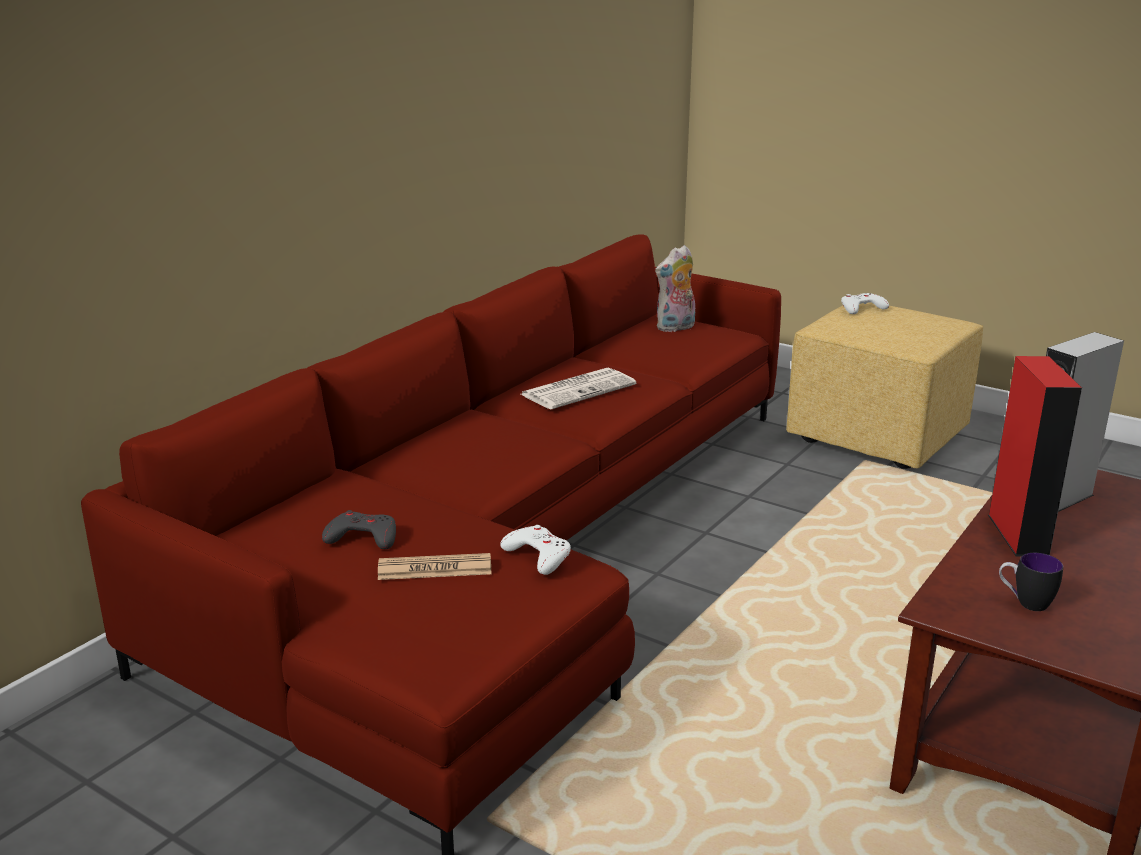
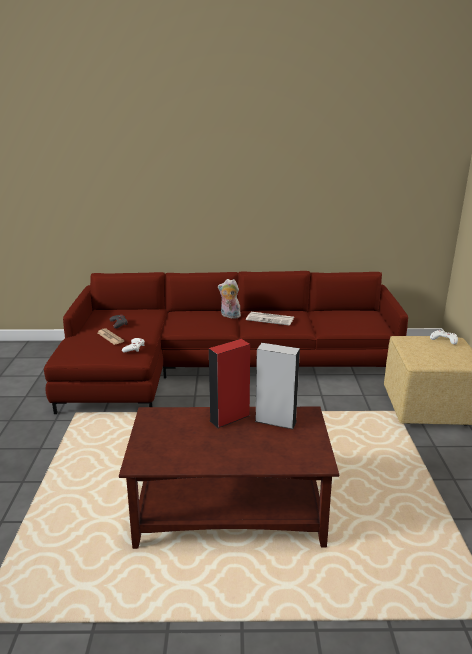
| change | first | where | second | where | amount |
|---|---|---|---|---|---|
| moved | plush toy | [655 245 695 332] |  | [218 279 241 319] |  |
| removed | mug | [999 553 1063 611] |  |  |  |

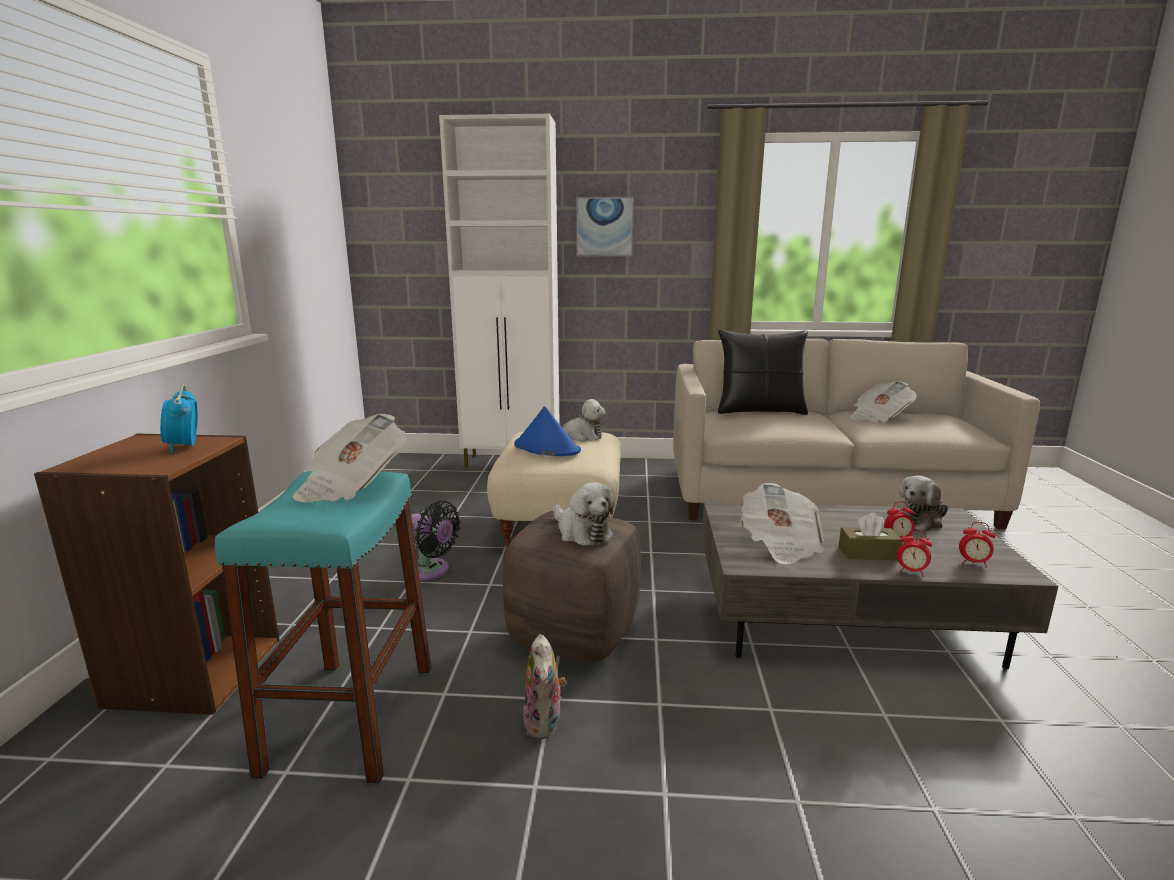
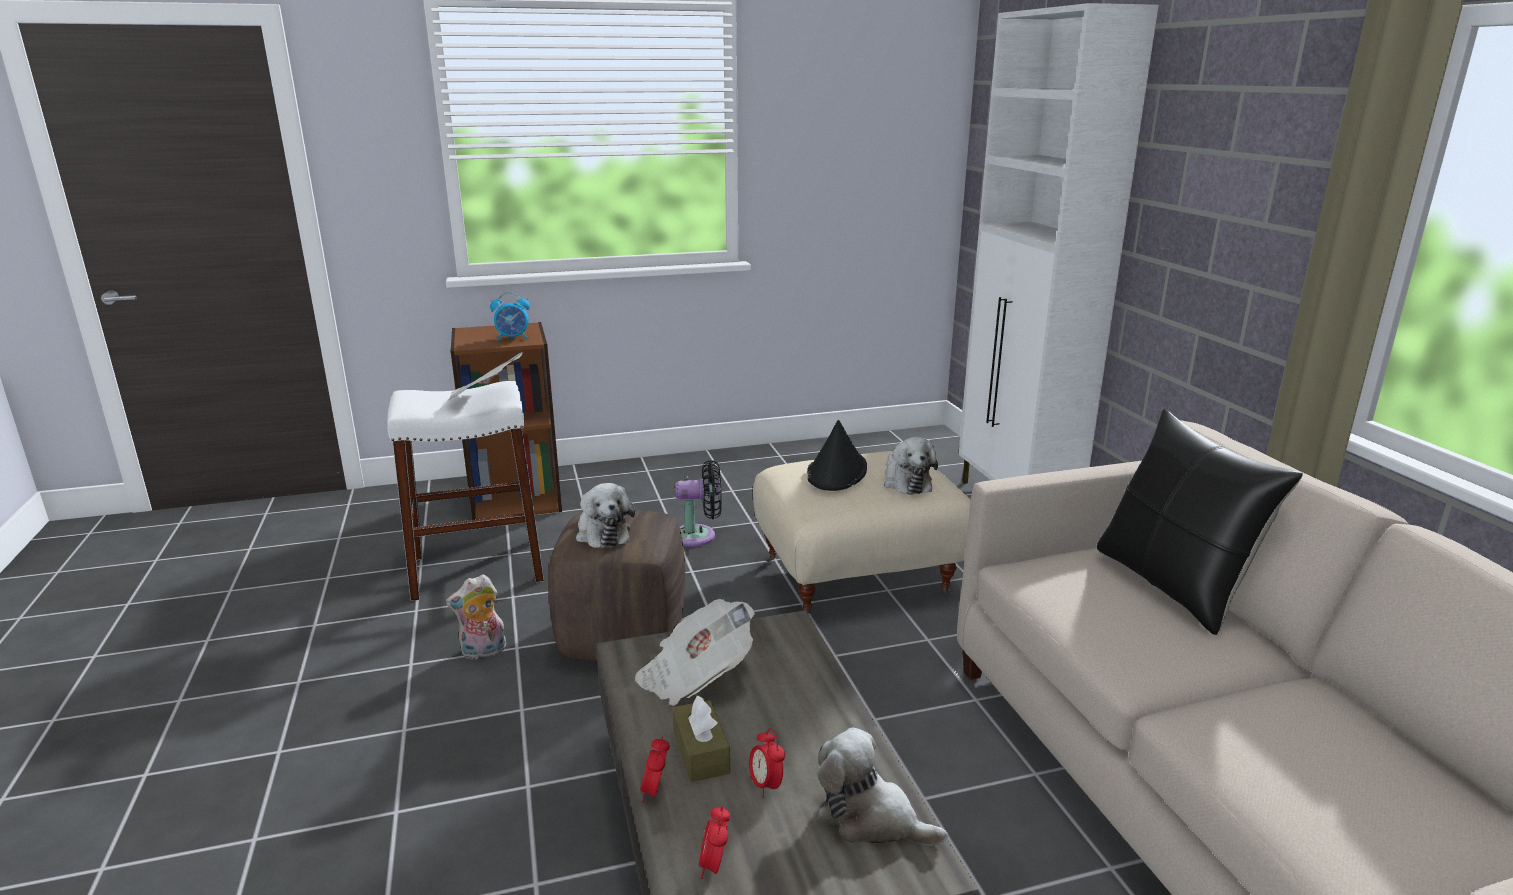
| change | first | where | second | where | amount |
|---|---|---|---|---|---|
| removed | picture | [576 197 634 257] |  |  |  |
| removed | newspaper | [850 381 917 422] |  |  |  |
| turned | alarm clock | [160 385 198 453] |  | [490 292 530 341] | 150 degrees counterclockwise |
| recoloured | blue hat | [514 406 581 456] | black hat | [807 420 867 491] |  |
| recoloured | turquoise stool | [215 471 431 784] | white stool | [387 381 544 601] |  |
| turned | plush toy | [554 482 615 546] |  | [576 483 635 549] | 60 degrees counterclockwise |
| turned | black fan | [411 501 461 581] |  | [675 460 722 547] | 105 degrees counterclockwise |

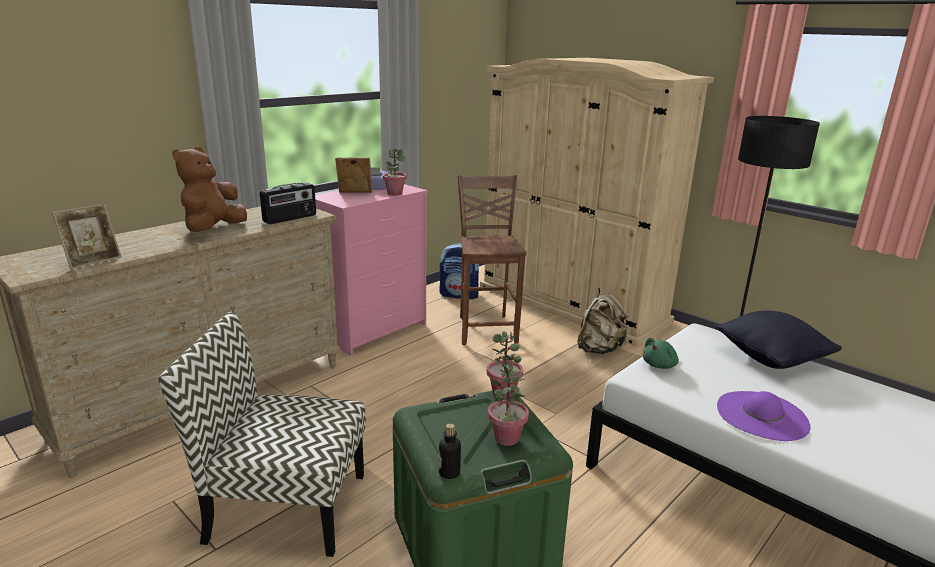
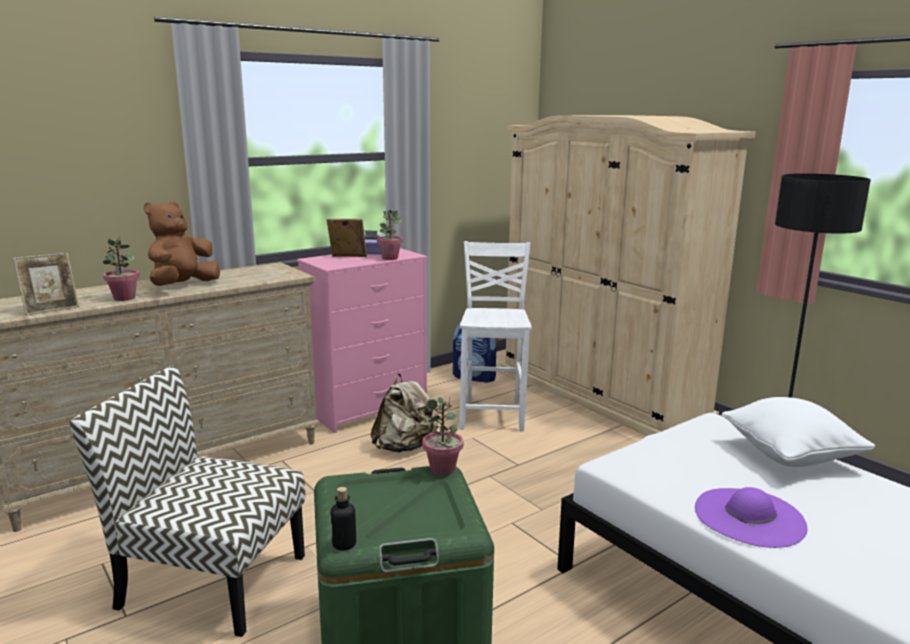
| change | first | where | second | where | amount |
|---|---|---|---|---|---|
| recoloured | brown chair | [458 175 527 345] | white chair | [459 241 532 431] |  |
| removed | radio | [260 182 316 224] |  |  |  |
| moved | beige backpack | [577 288 628 354] |  | [371 373 438 453] |  |
| recoloured | black pillow | [715 311 842 369] | white pillow | [722 397 875 467] |  |
| removed | green plush toy | [643 338 679 369] |  |  |  |
| moved | potted plant | [488 366 529 446] |  | [103 236 140 301] |  |

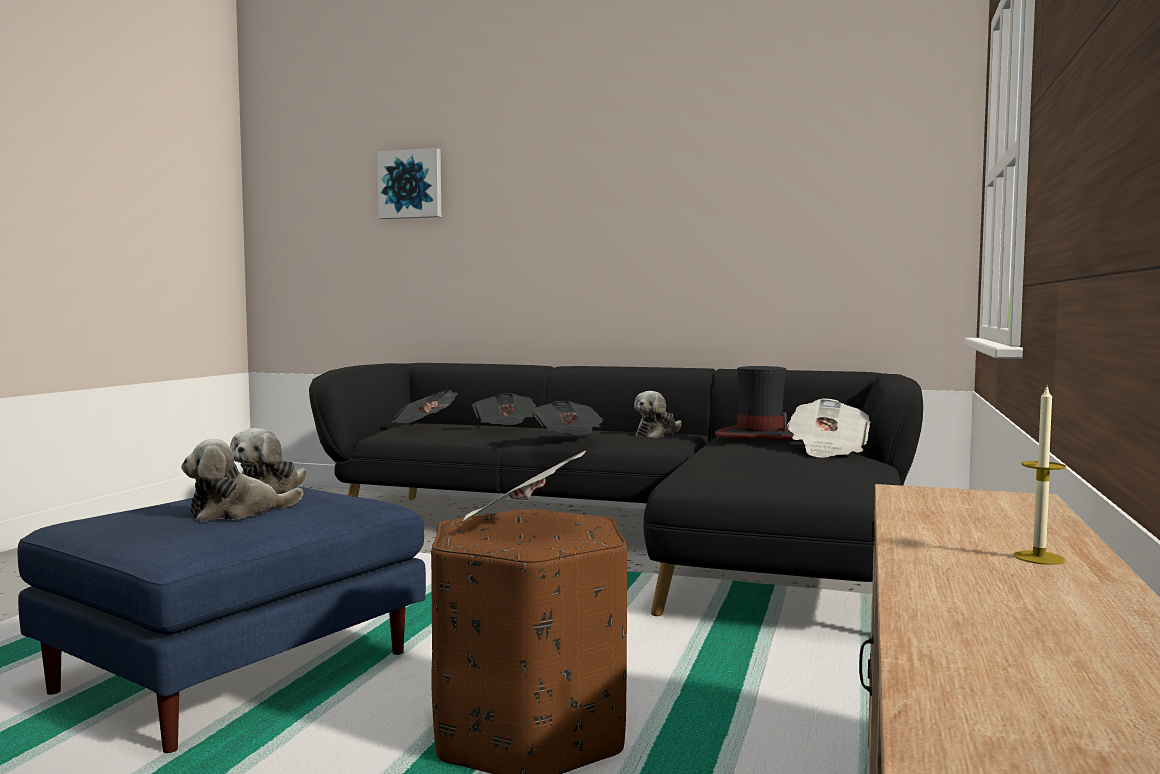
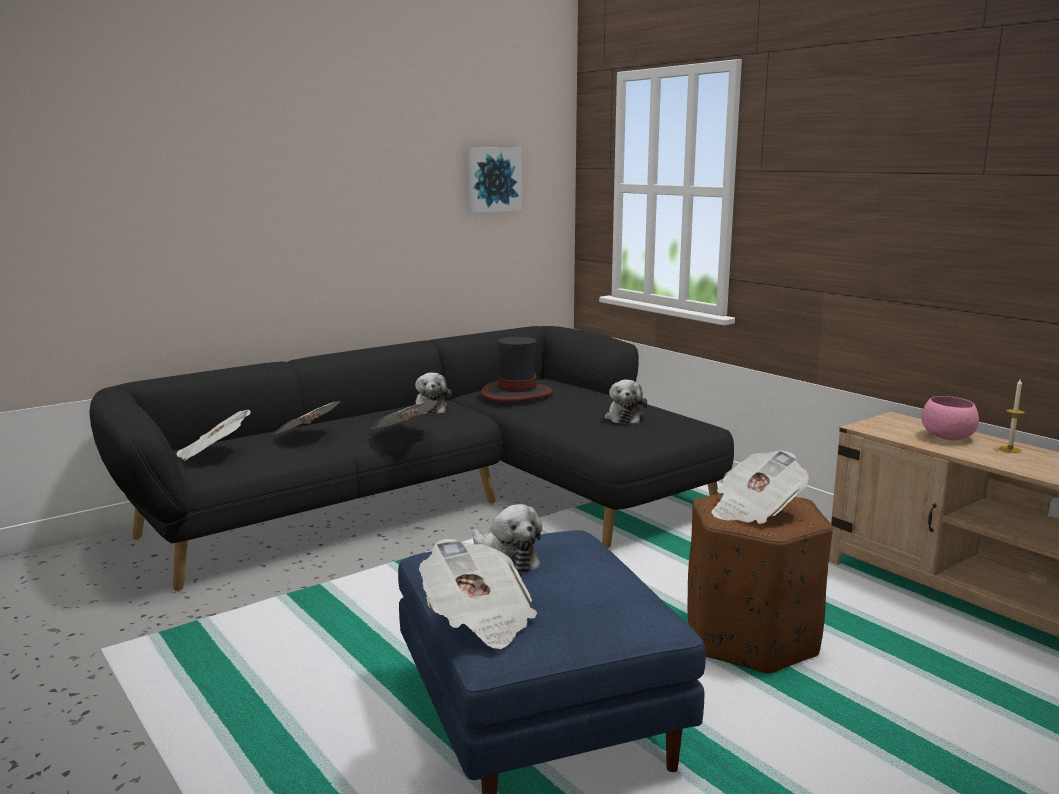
| change | first | where | second | where | amount |
|---|---|---|---|---|---|
| moved | picture | [377 148 441 219] |  | [466 147 522 213] |  |
| moved | newspaper | [787 398 871 458] |  | [419 538 537 649] |  |
| moved | plush toy | [181 439 303 522] |  | [605 380 647 424] |  |
| added |  |  | pink bowl | [922 396 979 440] |  |

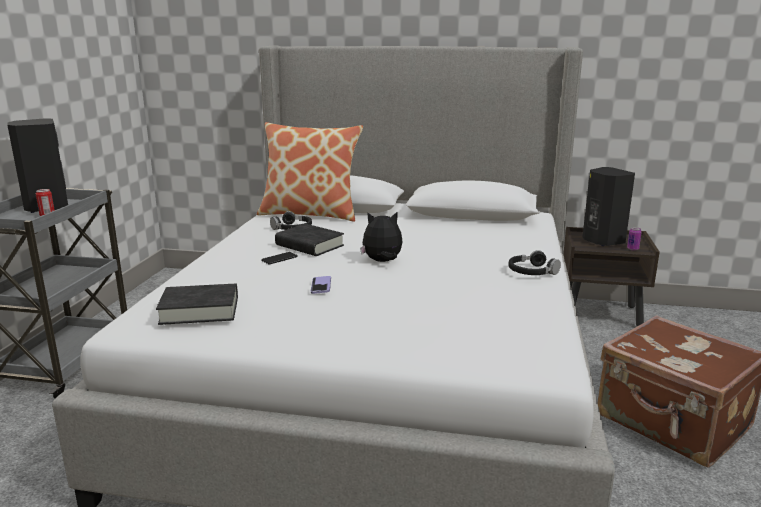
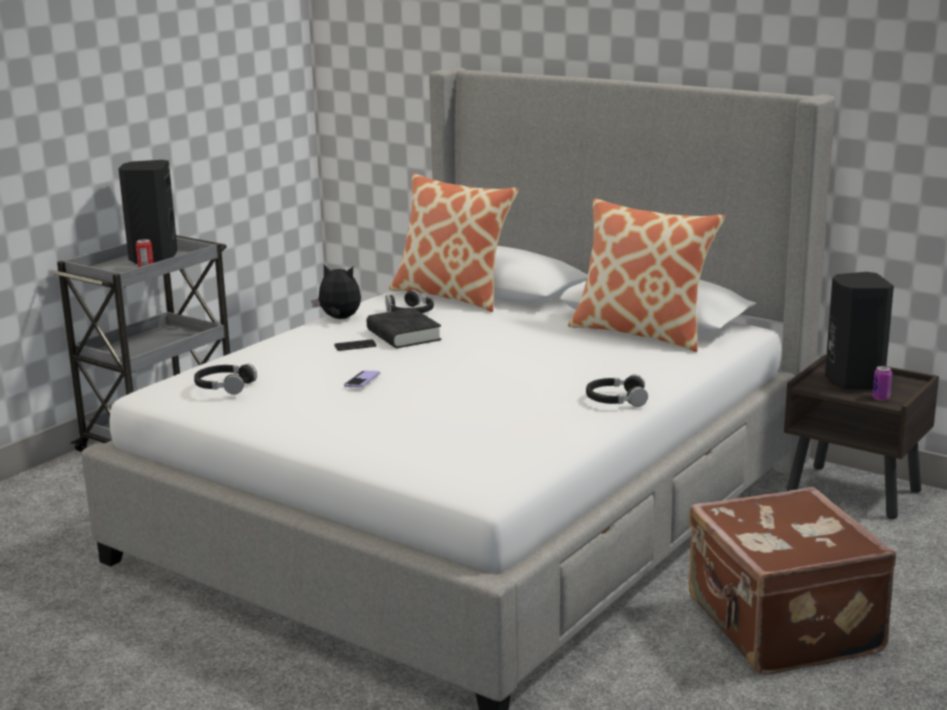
| change | first | where | second | where | amount |
|---|---|---|---|---|---|
| moved | plush toy | [360 211 403 262] |  | [311 264 361 319] |  |
| replaced | black book | [156 284 238 325] | black headphones | [194 363 257 395] |  |
| added |  |  | pillow | [568 198 725 352] |  |

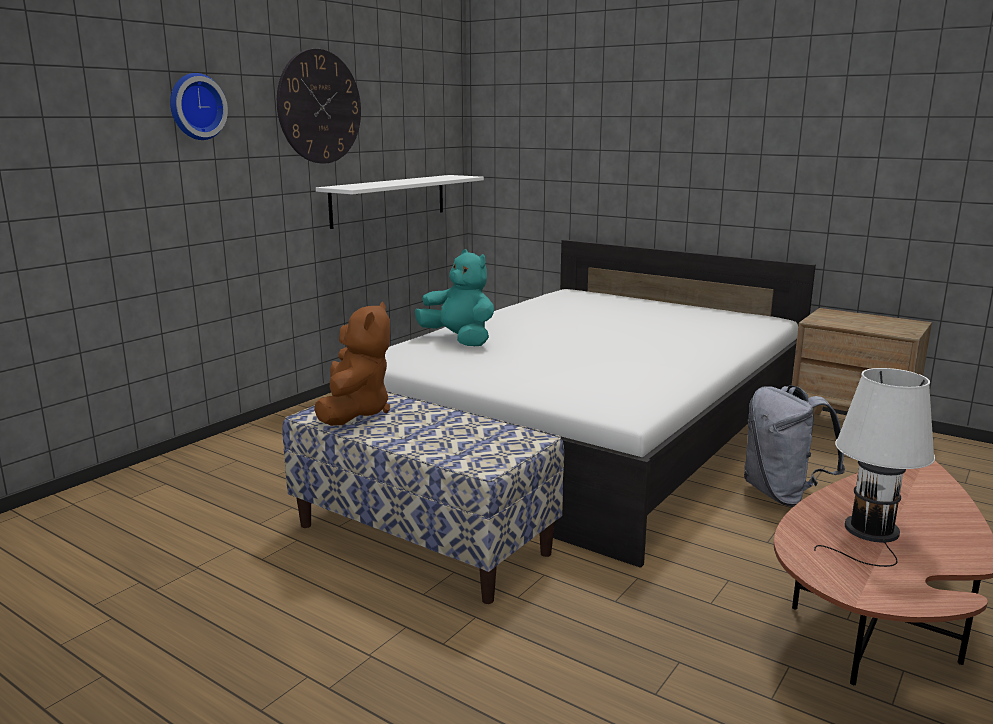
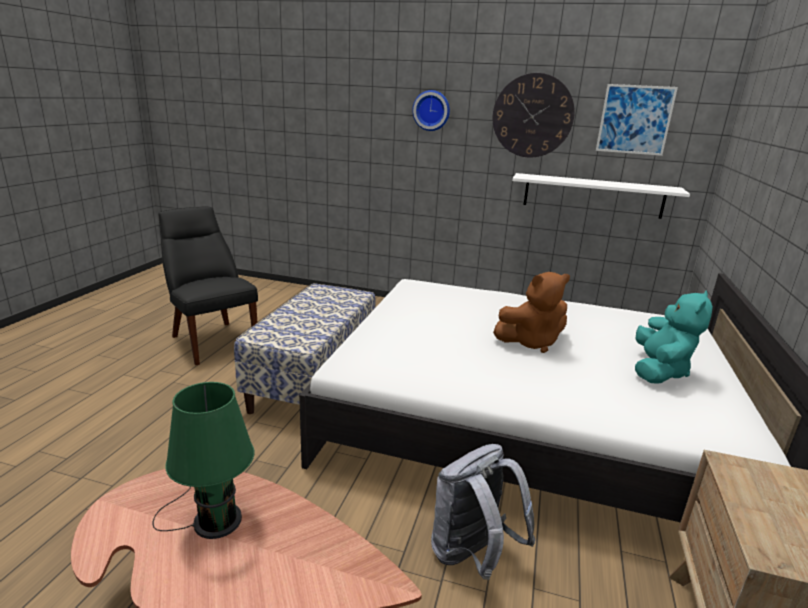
| change | first | where | second | where | amount |
|---|---|---|---|---|---|
| moved | turquoise plush toy | [415 249 494 346] |  | [635 290 713 384] |  |
| moved | brown plush toy | [314 302 390 426] |  | [493 272 570 353] |  |
| recoloured | white table lamp | [814 368 935 567] | green table lamp | [153 382 254 539] |  |
| added |  |  | picture | [596 84 678 156] |  |
| added |  |  | black chair | [158 207 258 365] |  |

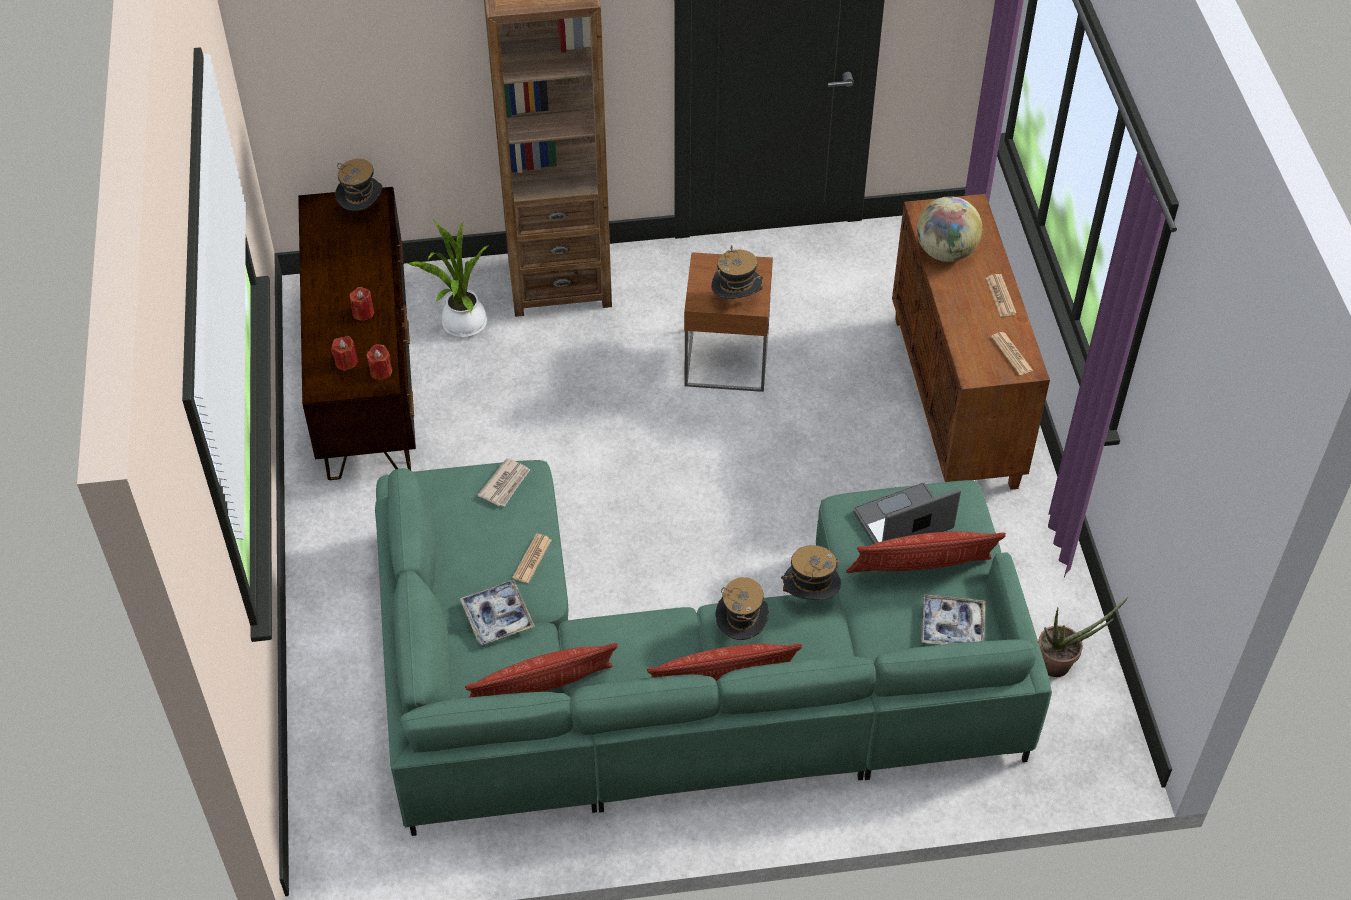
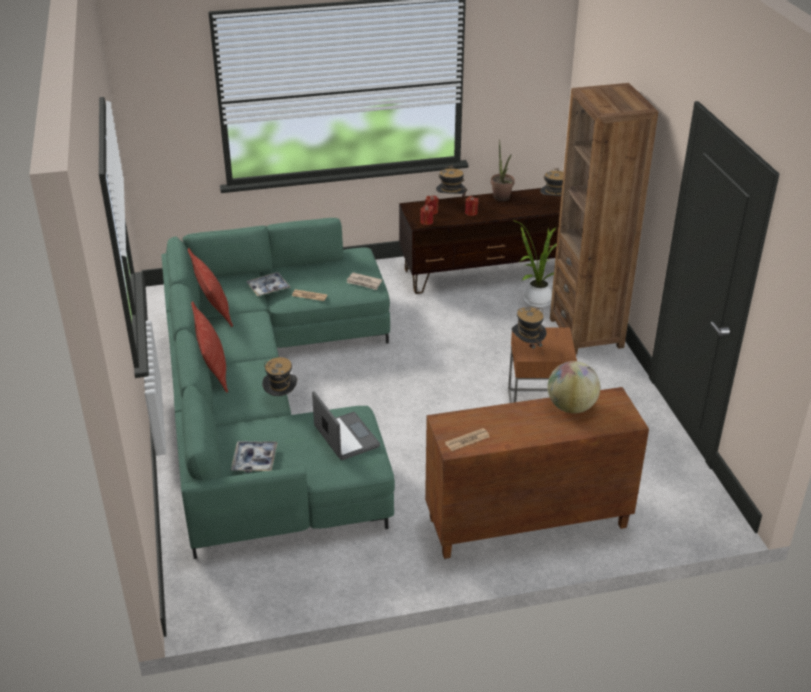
| change | first | where | second | where | amount |
|---|---|---|---|---|---|
| removed | newspaper | [986 274 1017 317] |  |  |  |
| removed | pillow | [846 532 1006 573] |  |  |  |
| moved | hat | [715 577 769 640] |  | [436 165 467 197] |  |
| moved | potted plant | [1038 597 1128 677] |  | [491 139 515 201] |  |

